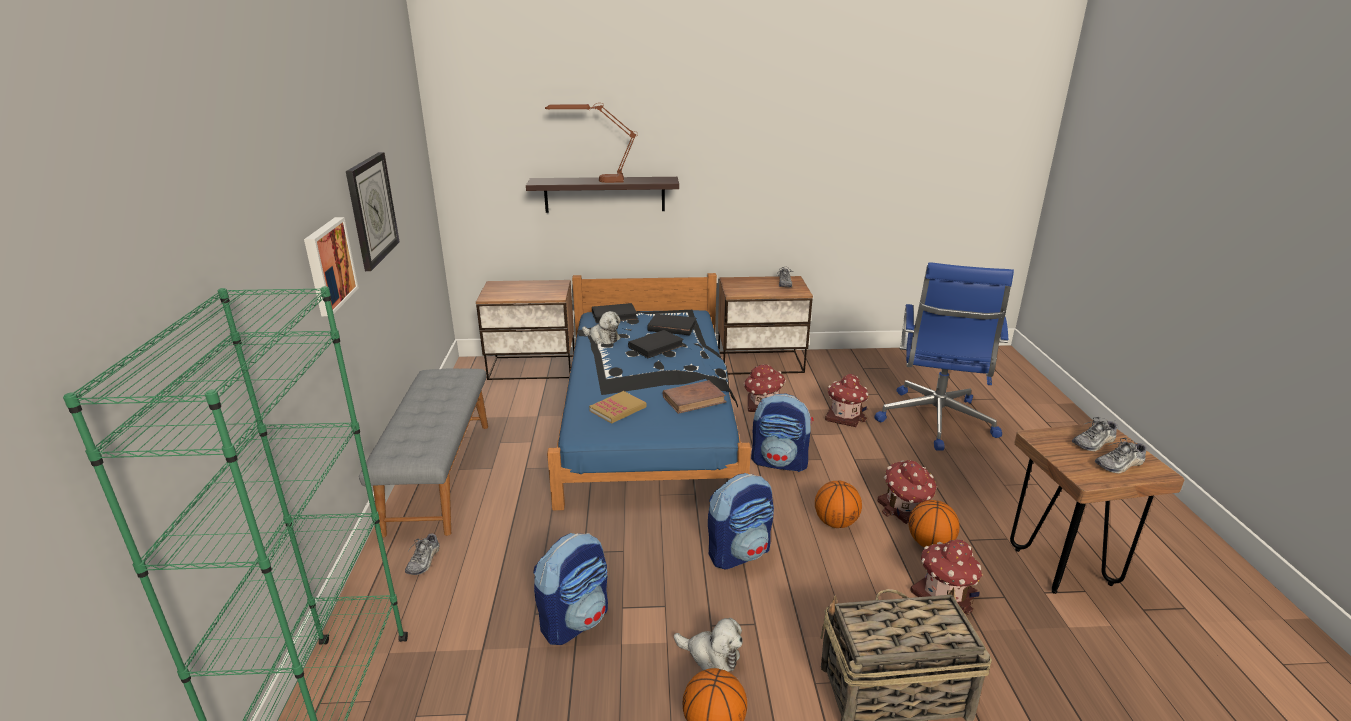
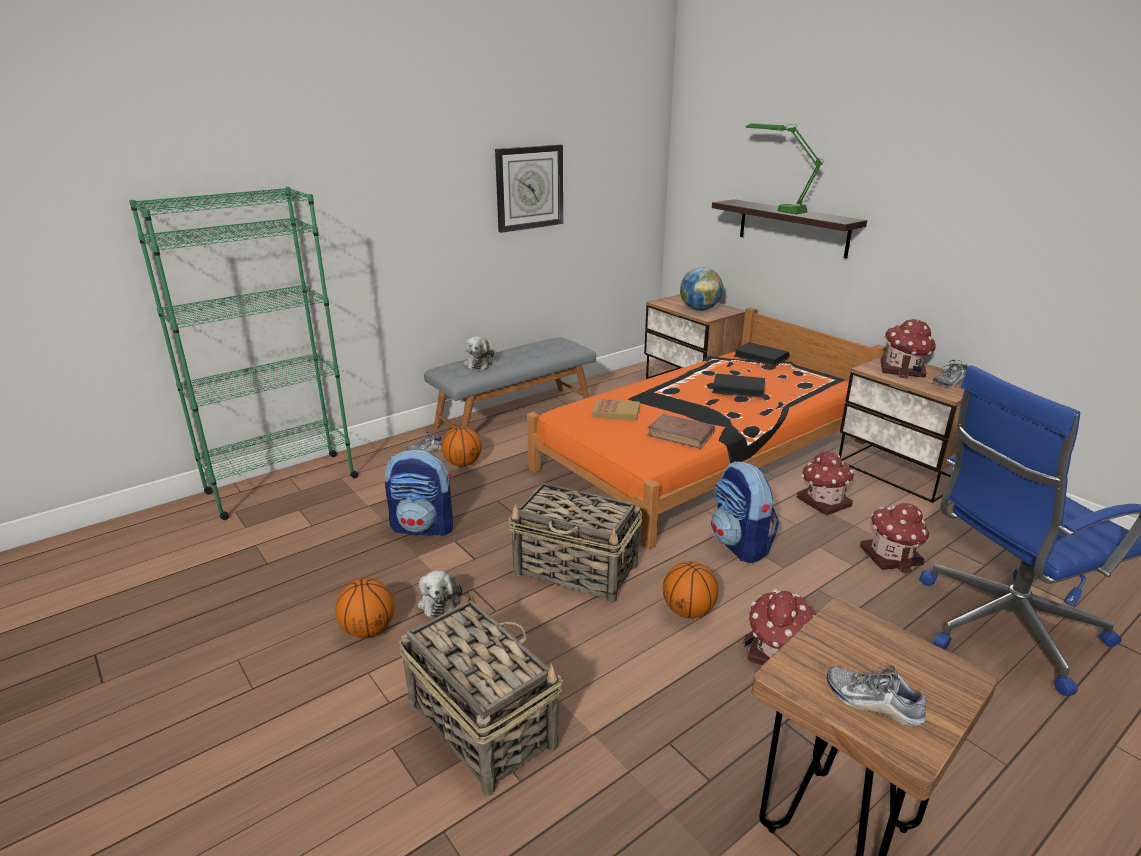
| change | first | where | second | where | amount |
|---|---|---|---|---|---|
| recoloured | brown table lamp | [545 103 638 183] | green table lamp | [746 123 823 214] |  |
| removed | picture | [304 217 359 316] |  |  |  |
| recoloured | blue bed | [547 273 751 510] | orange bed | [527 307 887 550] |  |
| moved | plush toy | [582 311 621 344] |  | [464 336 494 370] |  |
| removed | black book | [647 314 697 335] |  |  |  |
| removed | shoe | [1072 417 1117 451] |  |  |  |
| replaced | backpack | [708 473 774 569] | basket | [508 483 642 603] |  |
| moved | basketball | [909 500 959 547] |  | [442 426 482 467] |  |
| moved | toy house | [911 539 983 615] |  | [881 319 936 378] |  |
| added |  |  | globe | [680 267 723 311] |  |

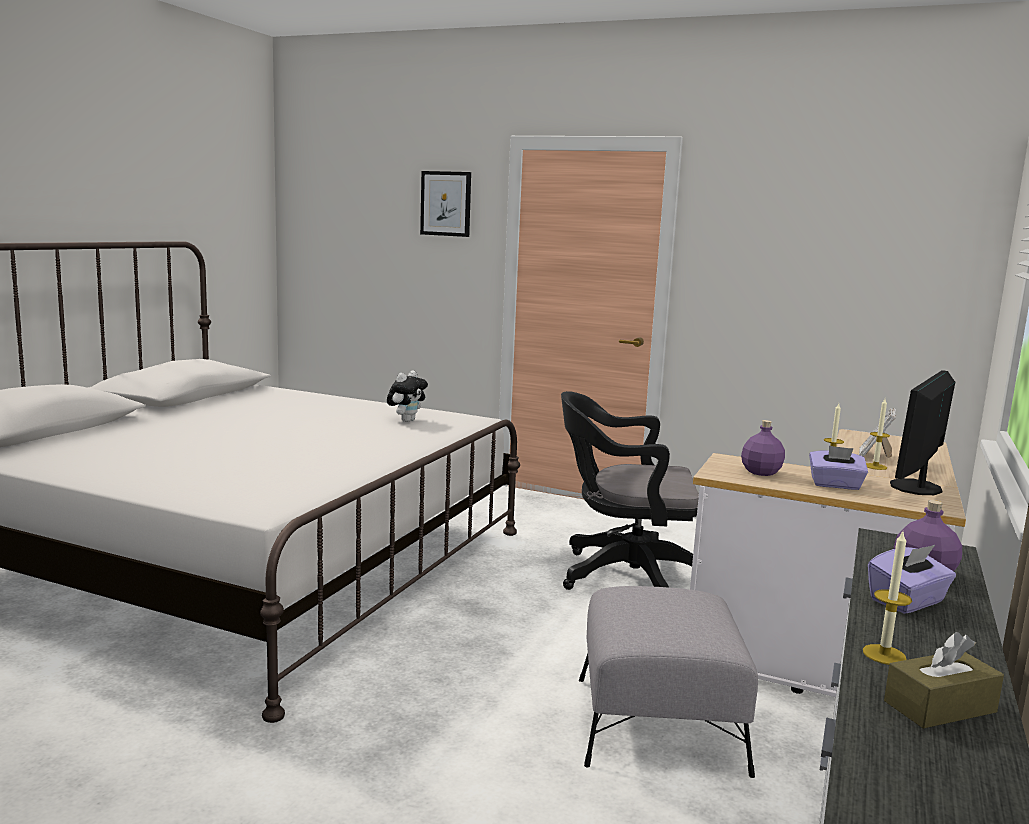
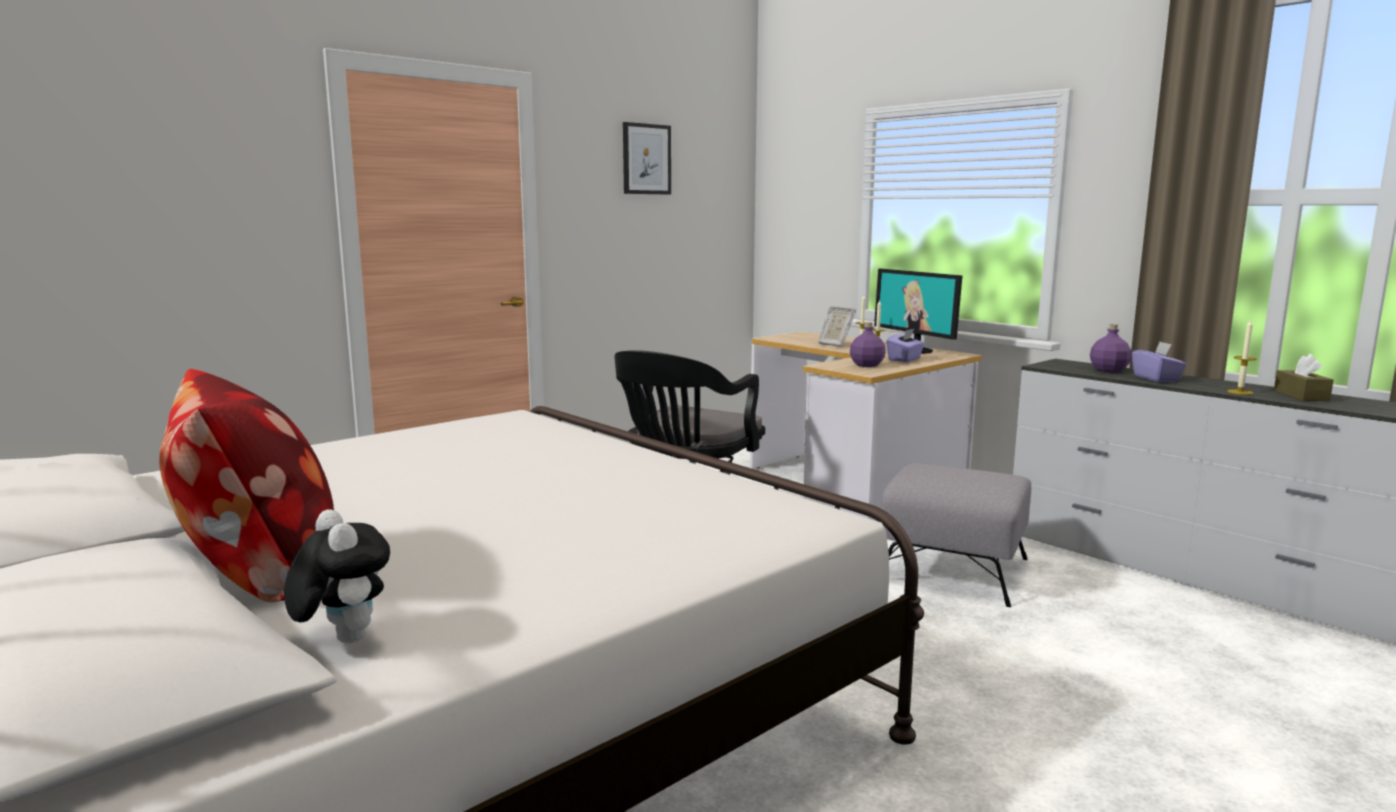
| change | first | where | second | where | amount |
|---|---|---|---|---|---|
| moved | picture | [420 171 471 237] |  | [623 122 671 195] |  |
| moved | plush toy | [387 371 428 422] |  | [284 509 390 643] |  |
| added |  |  | pillow | [159 369 334 603] |  |

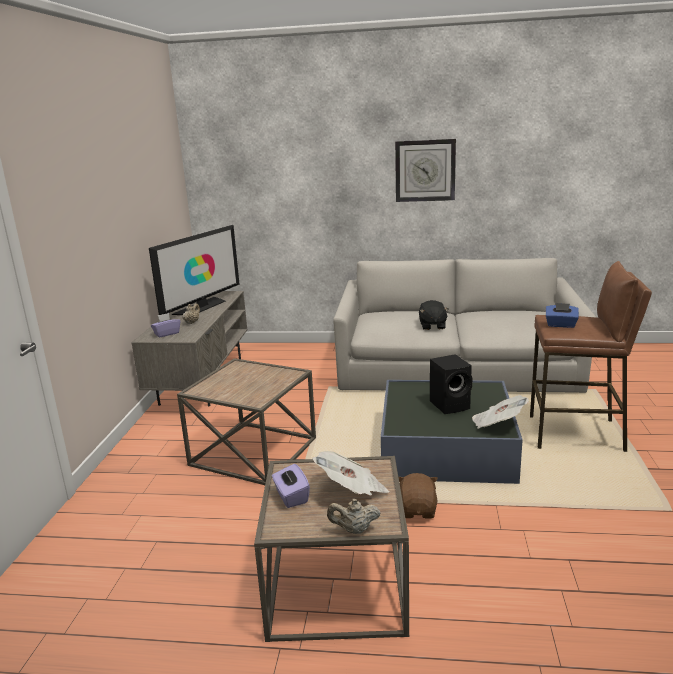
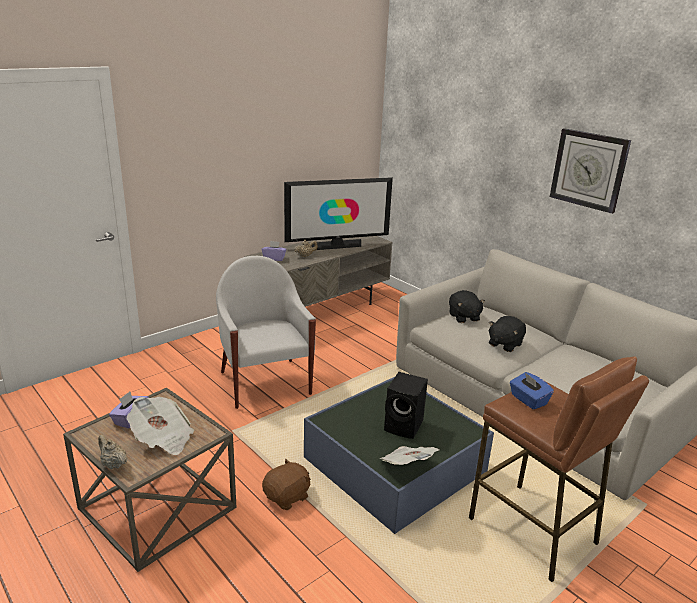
| change | first | where | second | where | amount |
|---|---|---|---|---|---|
| replaced | brown side table | [177 358 316 485] | white armchair | [216 256 316 409] |  |
| added |  |  | black plush toy | [449 290 485 323] |  |

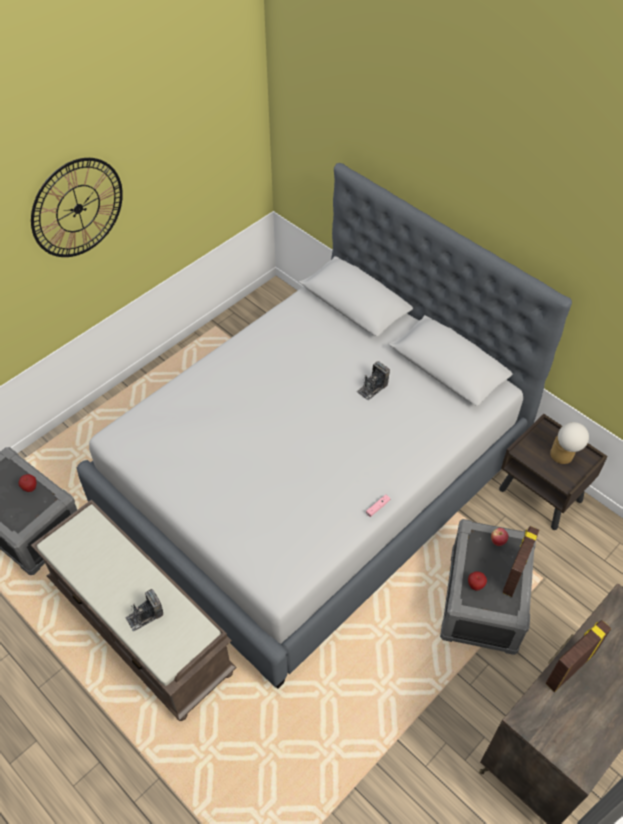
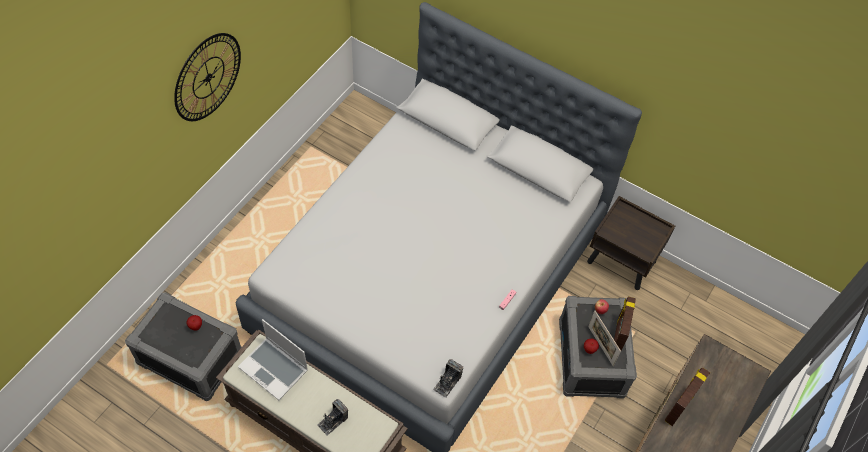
| change | first | where | second | where | amount |
|---|---|---|---|---|---|
| moved | photo camera | [356 361 390 400] |  | [433 359 463 398] |  |
| removed | table lamp | [550 422 589 464] |  |  |  |
| added |  |  | picture frame | [588 311 621 366] |  |
| added |  |  | laptop | [238 319 308 400] |  |

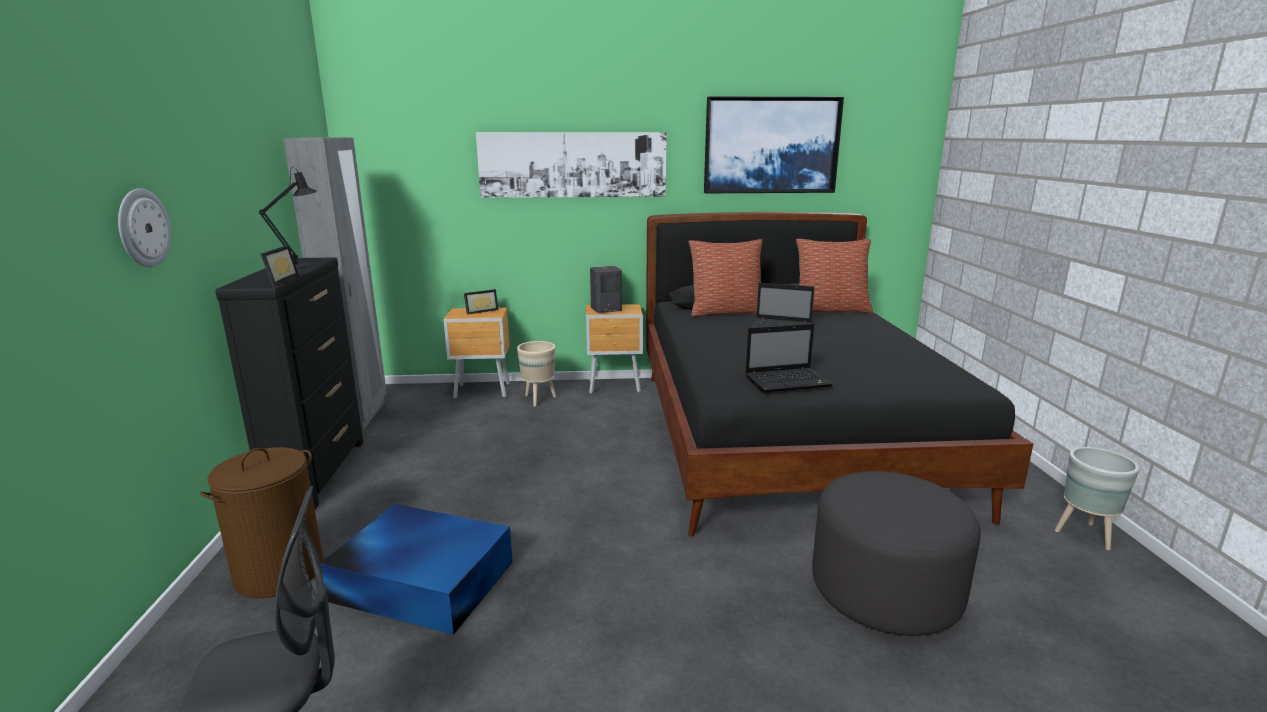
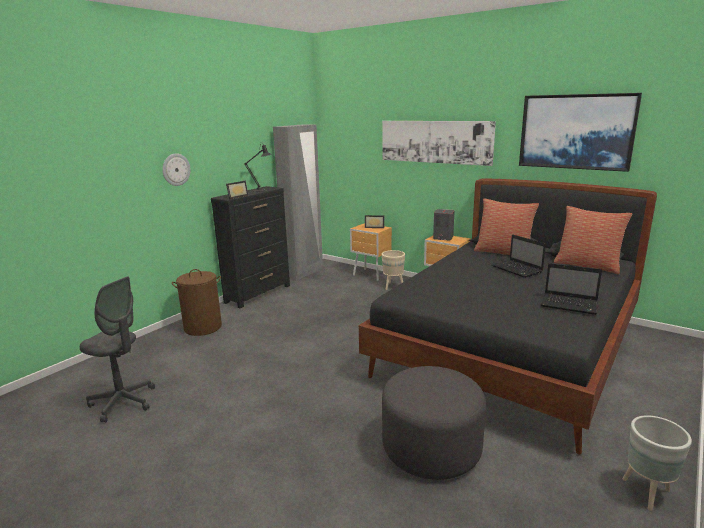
| change | first | where | second | where | amount |
|---|---|---|---|---|---|
| moved | laptop | [745 324 833 393] |  | [541 263 602 315] |  |
| removed | blue storage box | [320 504 512 635] |  |  |  |

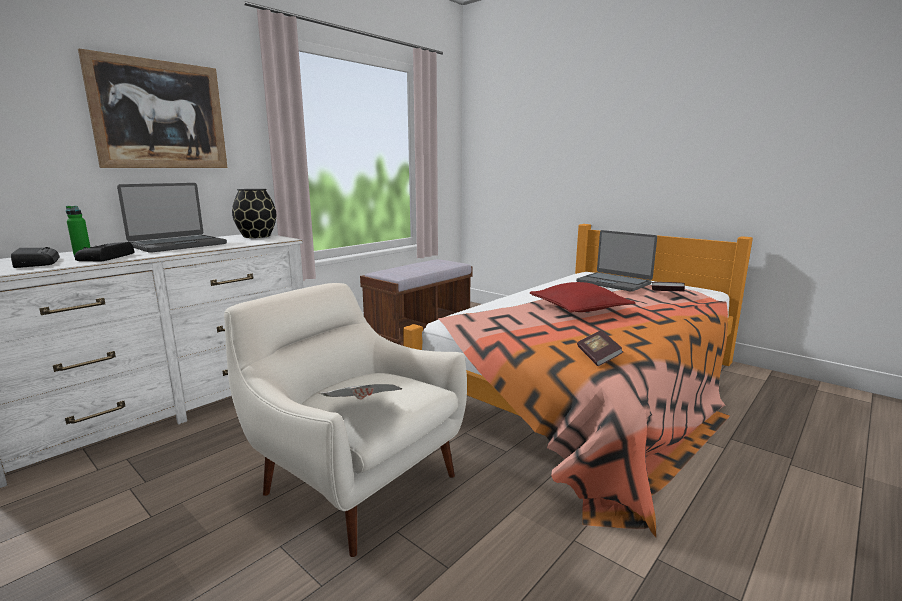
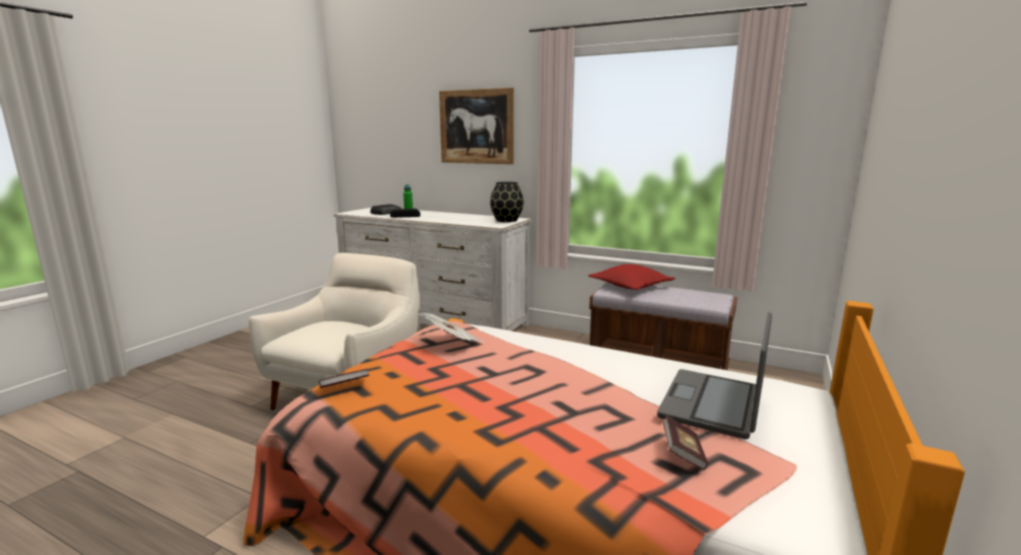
| change | first | where | second | where | amount |
|---|---|---|---|---|---|
| removed | laptop | [117 183 227 253] |  |  |  |
| moved | red pillow | [529 282 635 312] |  | [588 264 675 290] |  |
| moved | newspaper | [320 384 402 400] |  | [419 313 484 342] |  |

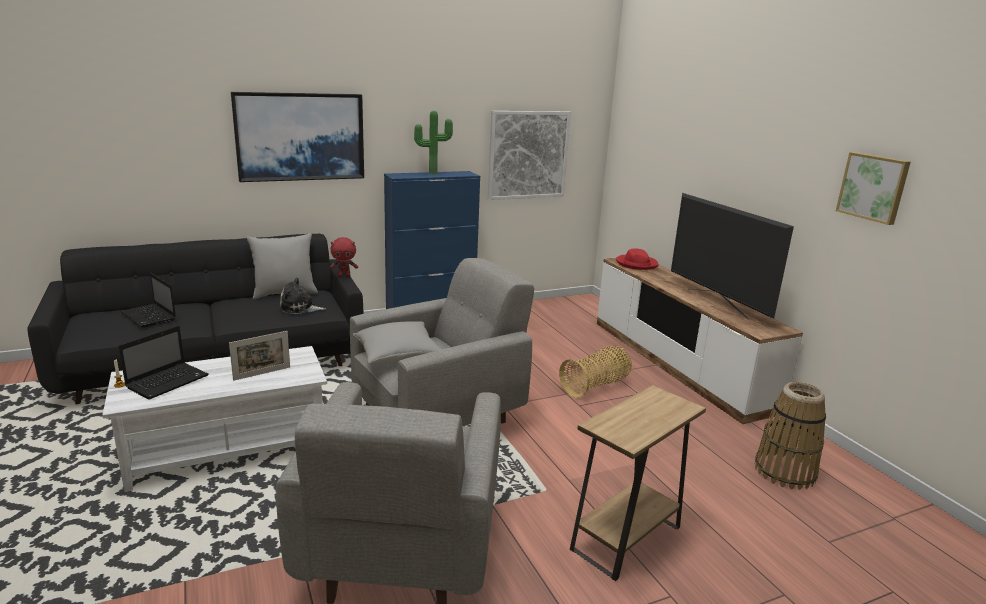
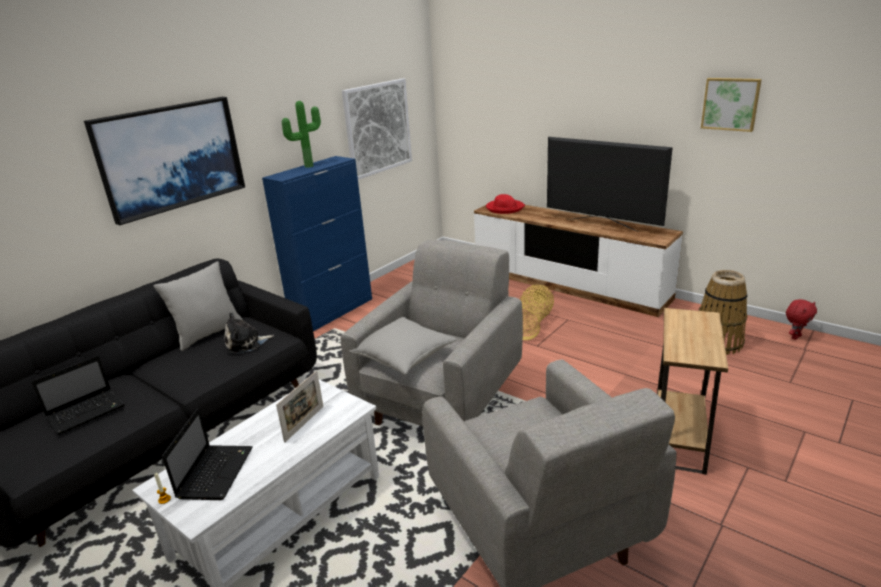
| change | first | where | second | where | amount |
|---|---|---|---|---|---|
| moved | red plush toy | [330 237 358 277] |  | [786 299 817 340] |  |
| turned | laptop | [121 272 176 328] |  | [31 356 125 435] | 60 degrees counterclockwise |

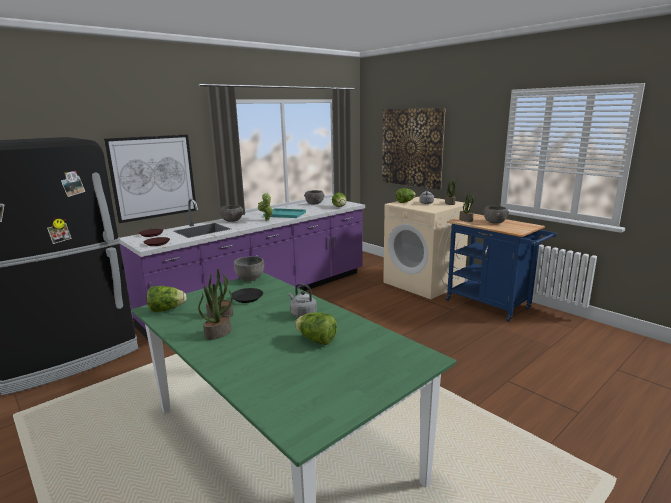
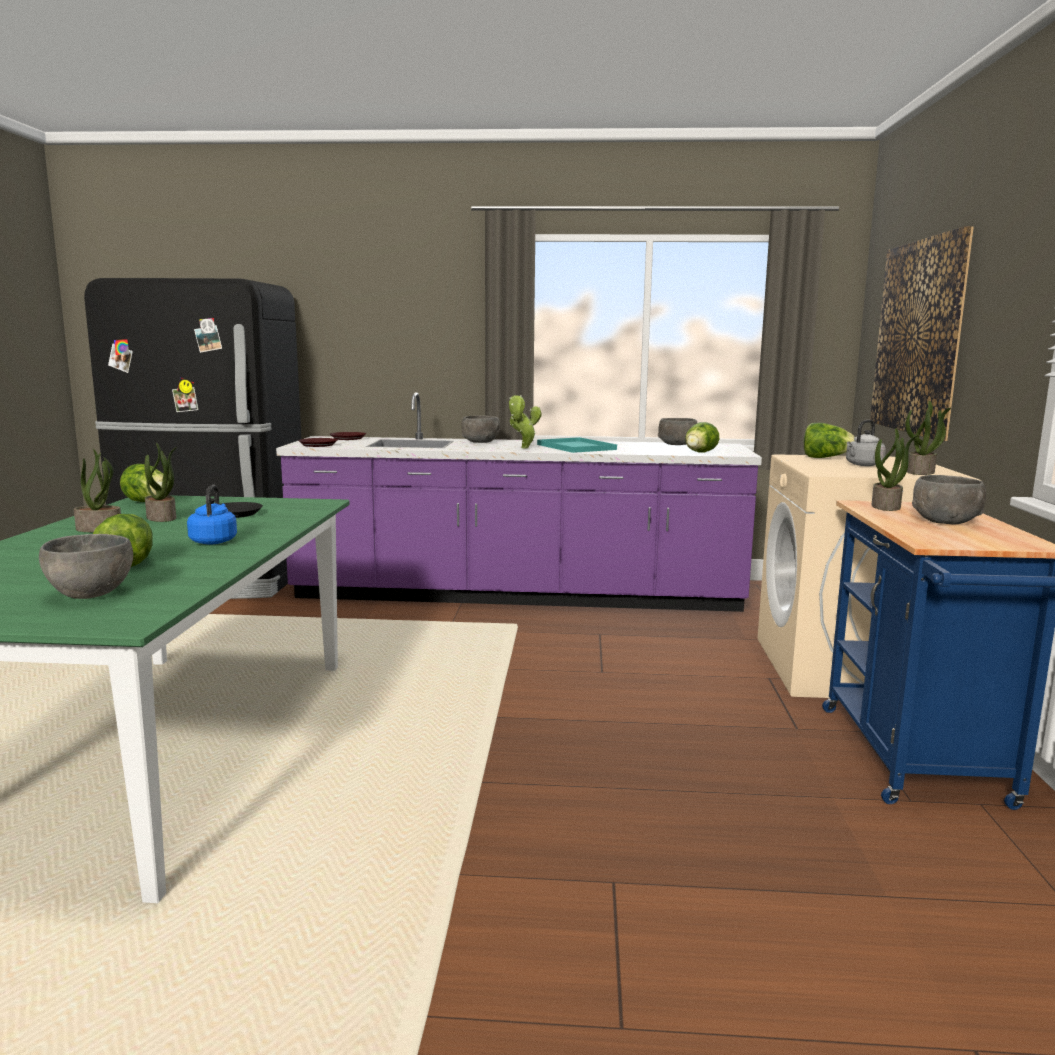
| change | first | where | second | where | amount |
|---|---|---|---|---|---|
| removed | picture | [104 135 197 223] |  |  |  |
| moved | grey bowl | [234 256 264 281] |  | [39 534 133 599] |  |
| recoloured | grey kettle | [288 284 317 317] | blue kettle | [187 485 237 544] |  |

